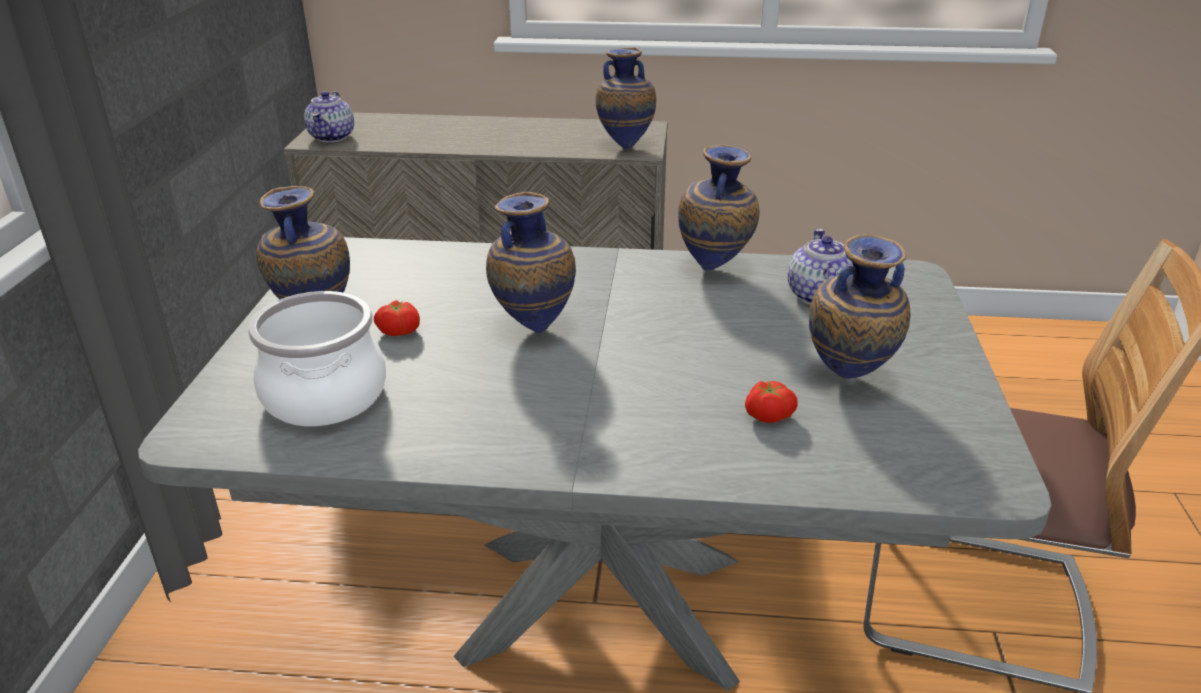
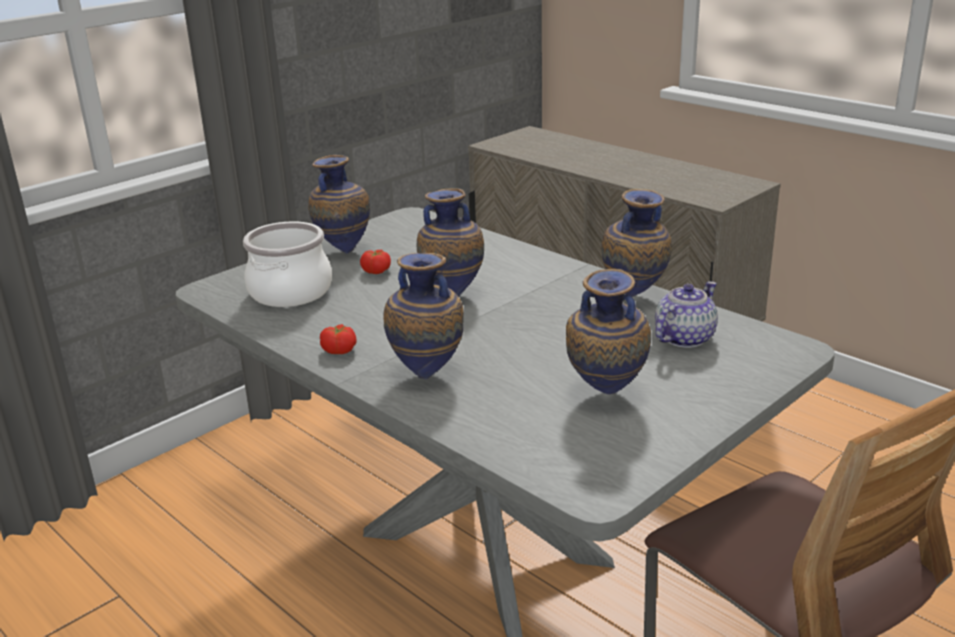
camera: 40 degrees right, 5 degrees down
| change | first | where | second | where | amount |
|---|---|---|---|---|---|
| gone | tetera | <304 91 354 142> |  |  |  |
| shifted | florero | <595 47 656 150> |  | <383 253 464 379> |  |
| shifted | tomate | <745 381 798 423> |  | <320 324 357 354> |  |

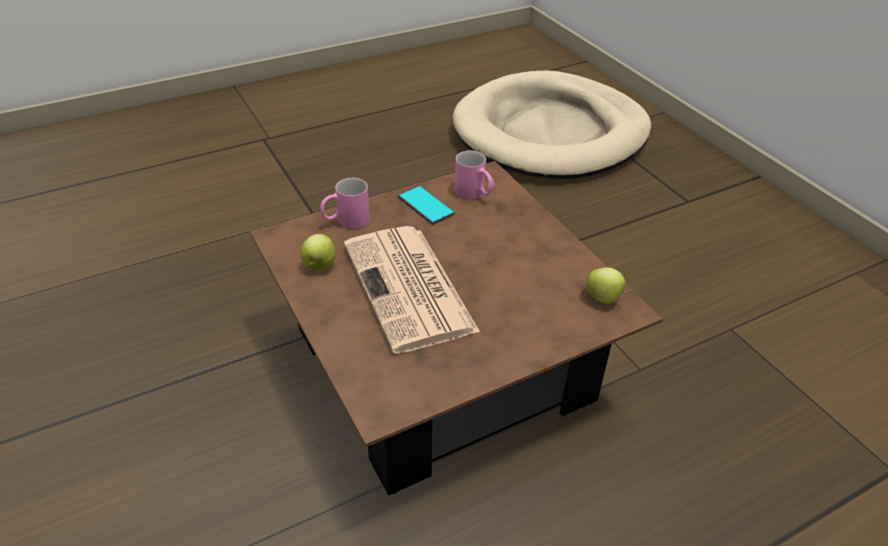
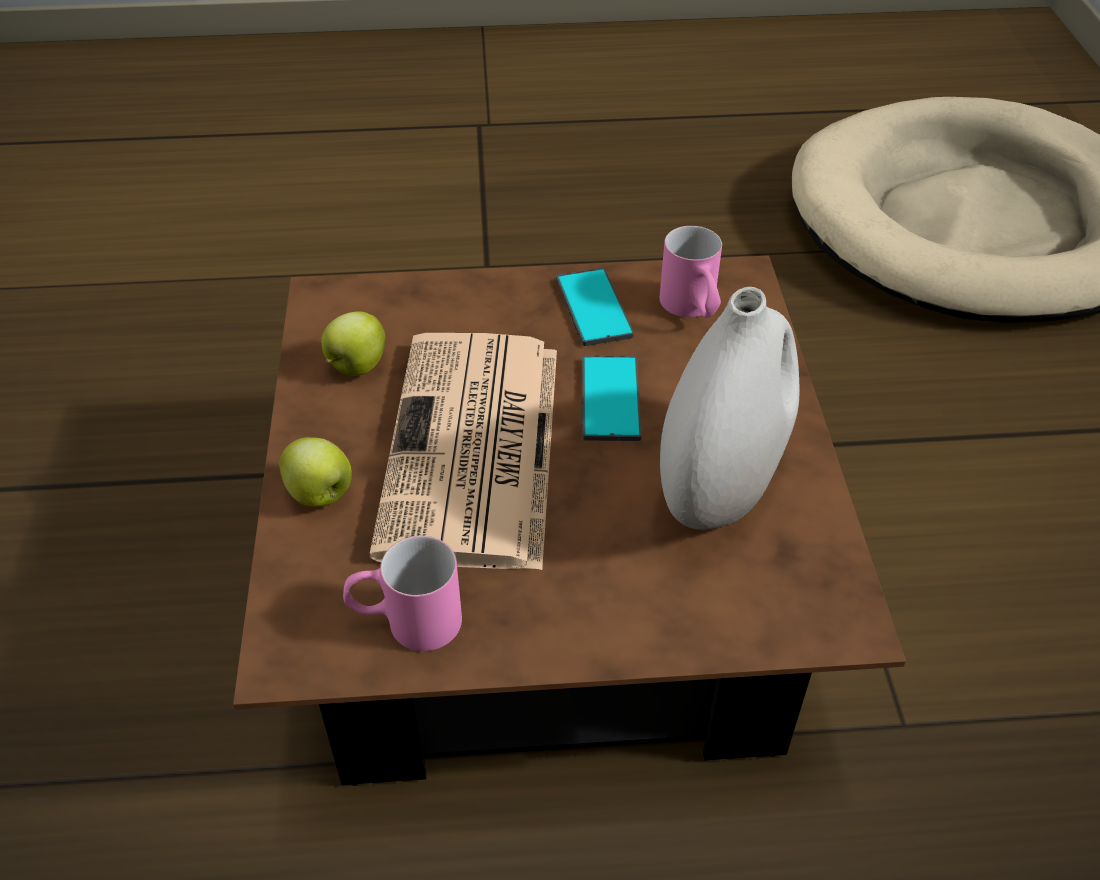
camera: 25 degrees right, 5 degrees up
| change | first | where | second | where | amount |
|---|---|---|---|---|---|
| shifted | taza grande [rosa] | <320 178 370 229> |  | <343 536 462 651> |  |
| shifted | manzana | <586 267 628 304> |  | <279 437 352 507> |  |
| new |  |  | móvil | <582 355 641 441> |  |
| new |  |  | florero [blanco] | <660 287 800 530> |  |

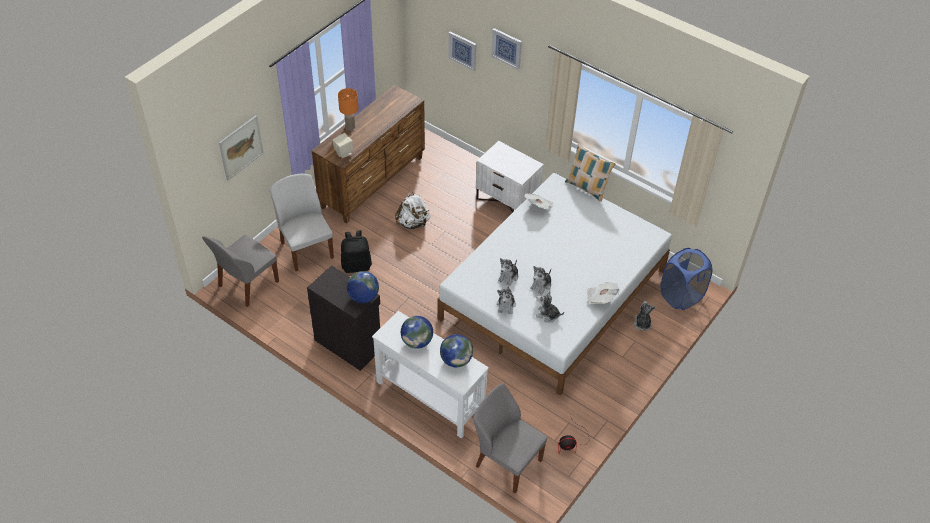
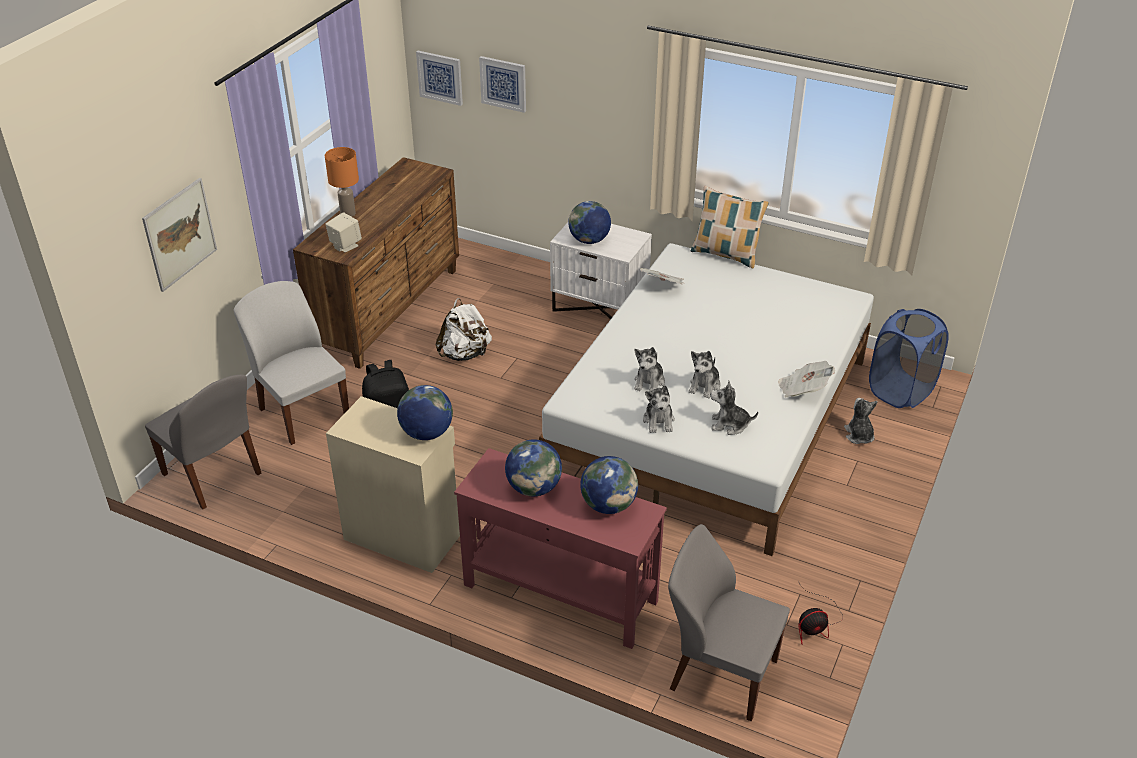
camera: 10 degrees left, 10 degrees down
| change | first | where | second | where | amount |
|---|---|---|---|---|---|
| rotated | silla [gris] | <202 234 279 307> |  | <145 375 261 509> | 75 degrees counterclockwise |
| repainted | armario [negro] | <307 265 380 371> | armario [beis] | <326 396 460 573> |  |
| repainted | mesa consola [blanco] | <372 311 489 439> | mesa consola [rojo] | <454 448 667 649> |  |
| shifted | cuadro | <491 28 522 70> |  | <416 51 463 106> |  |
| new |  |  | globo terráqueo | <568 201 611 244> |  |

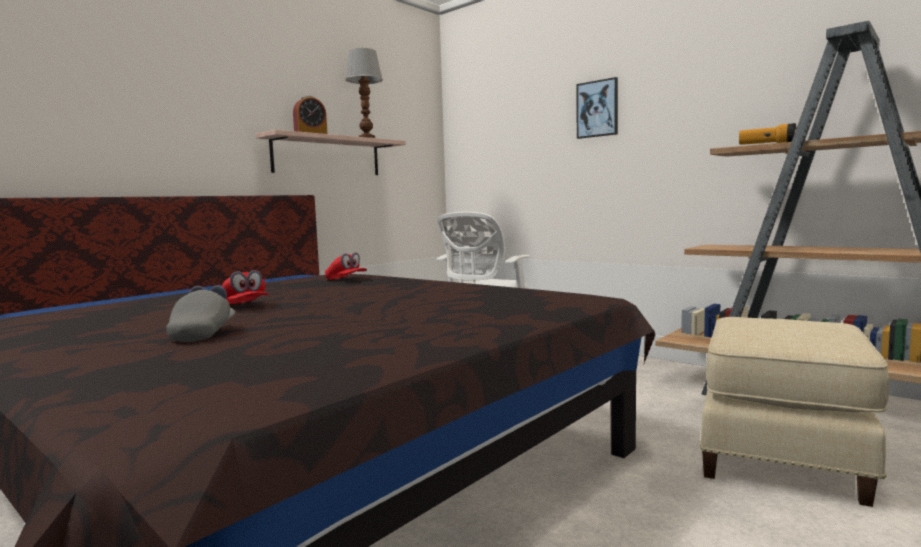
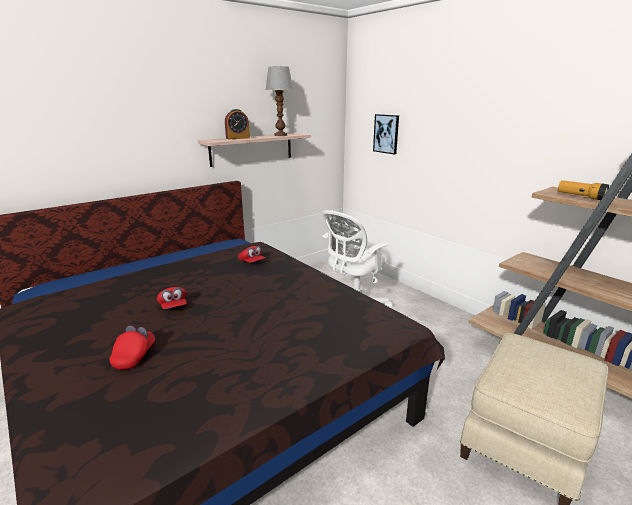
camera: 10 degrees right, 15 degrees up
| change | first | where | second | where | amount |
|---|---|---|---|---|---|
| repainted | gorra [gris] | <166 285 235 342> | gorra [rojo] | <109 326 155 370> |  |
| shifted | cuadro | <576 77 618 139> |  | <373 114 399 154> |  |

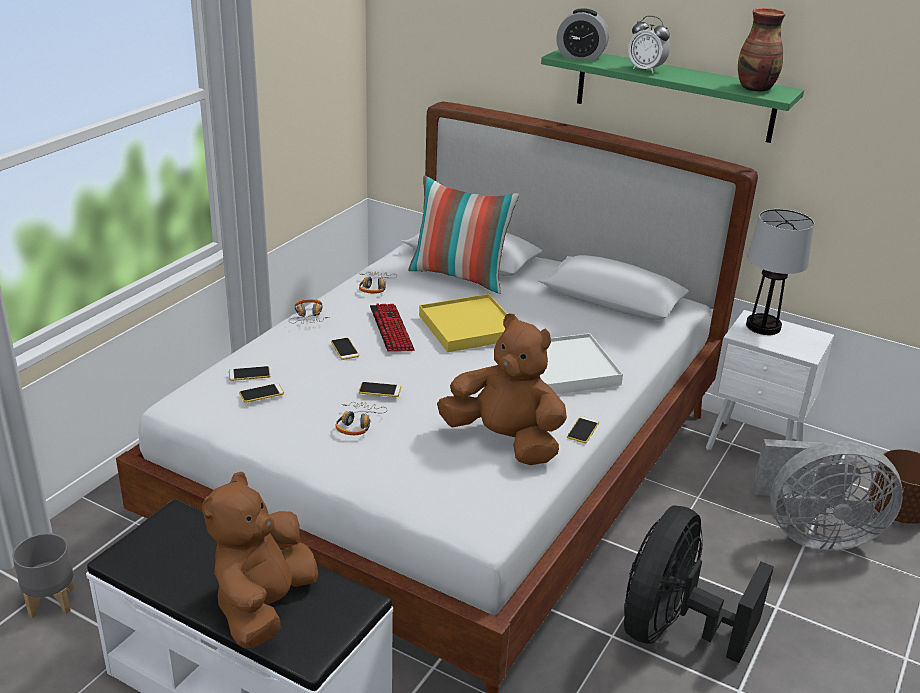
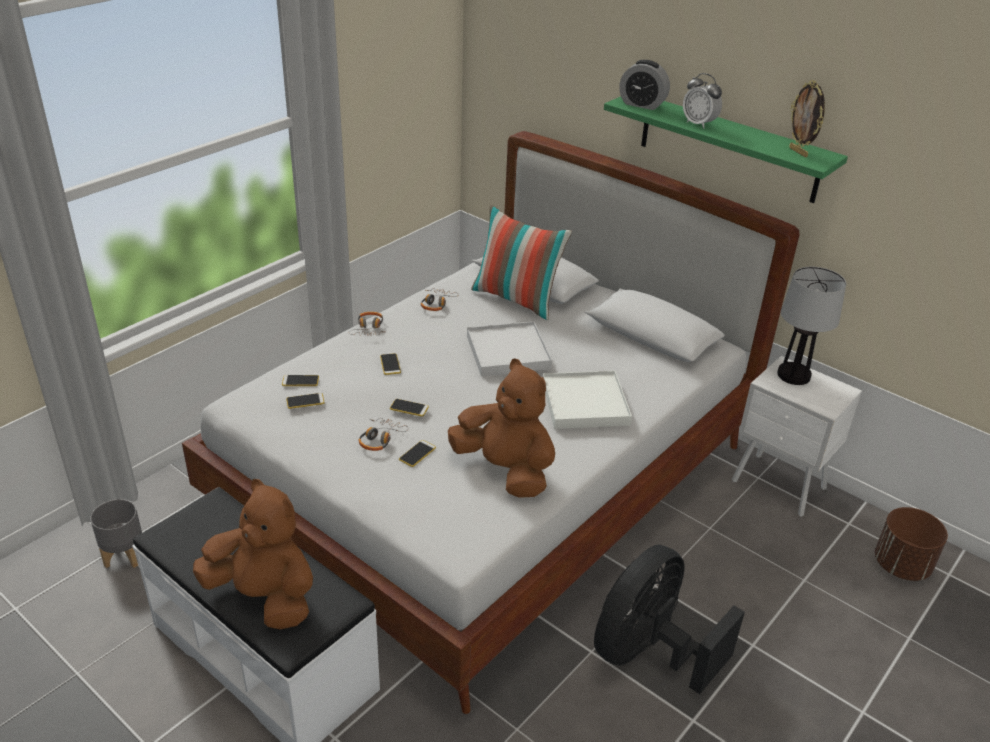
camera: 10 degrees right, 5 degrees up
| change | first | where | second | where | amount |
|---|---|---|---|---|---|
| rotated | peluche [marrón] | <202 471 318 648> |  | <193 479 313 629> | 90 degrees clockwise |
| gone | teclado | <370 304 415 351> |  |  |  |
| repainted | bandeja [amarillo] | <419 294 507 352> | bandeja [blanco] | <467 321 552 376> |  |
| shifted | móvil | <567 416 599 443> |  | <399 440 436 467> |  |
| swapped | florero | <738 8 786 91> | portarretratos | <789 80 825 157> |  |
| gone | ventilador [gris] | <752 439 903 551> |  |  |  |

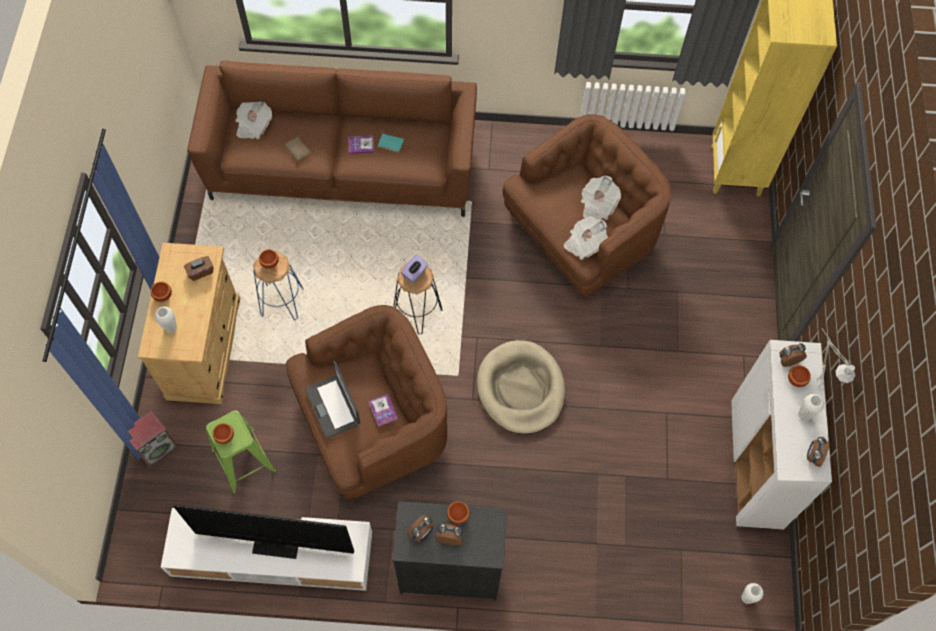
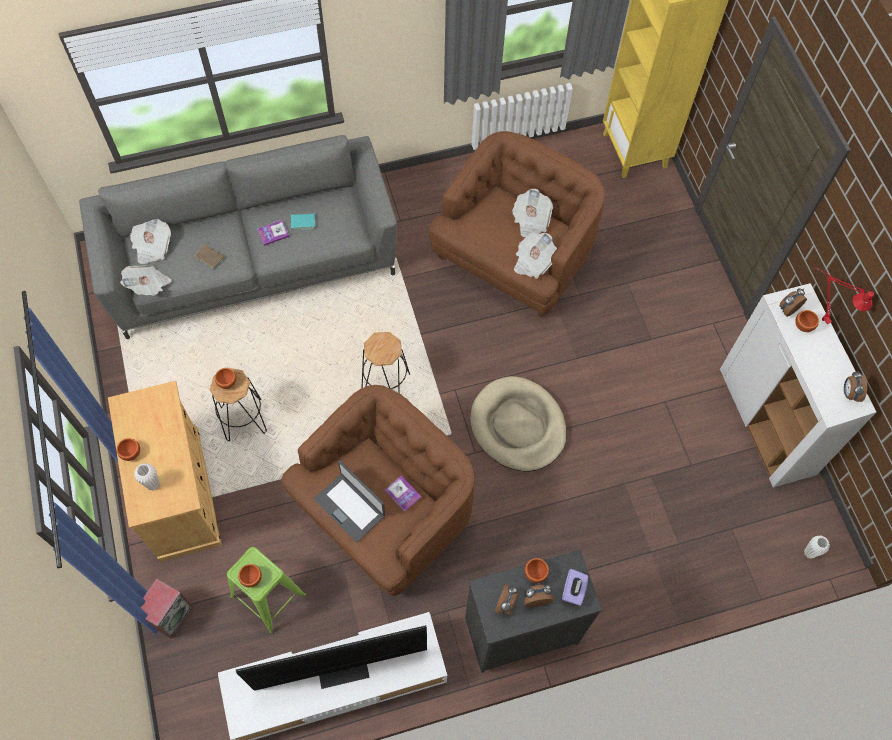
camera: 20 degrees left, 0 degrees up
| change | first | where | second | where | amount |
|---|---|---|---|---|---|
| gone | caja de pañuelos [marrón] | <184 256 214 281> |  |  |  |
| repainted | sofá [marrón] | <187 60 477 217> | sofá [gris] | <79 135 397 339> |  |
| repainted | taburete [azul] | <253 251 304 320> | taburete [negro] | <210 368 267 441> |  |
| shifted | caja de pañuelos [morado] | <401 254 428 283> |  | <562 569 588 606> |  |
| gone | florero [blanco] | <798 394 824 421> |  |  |  |
| repainted | lámpara de mesa [gris] | <817 328 856 386> | lámpara de mesa [rojo] | <814 267 874 324> |  |
| new |  |  | periódico | <120 265 171 296> |  |

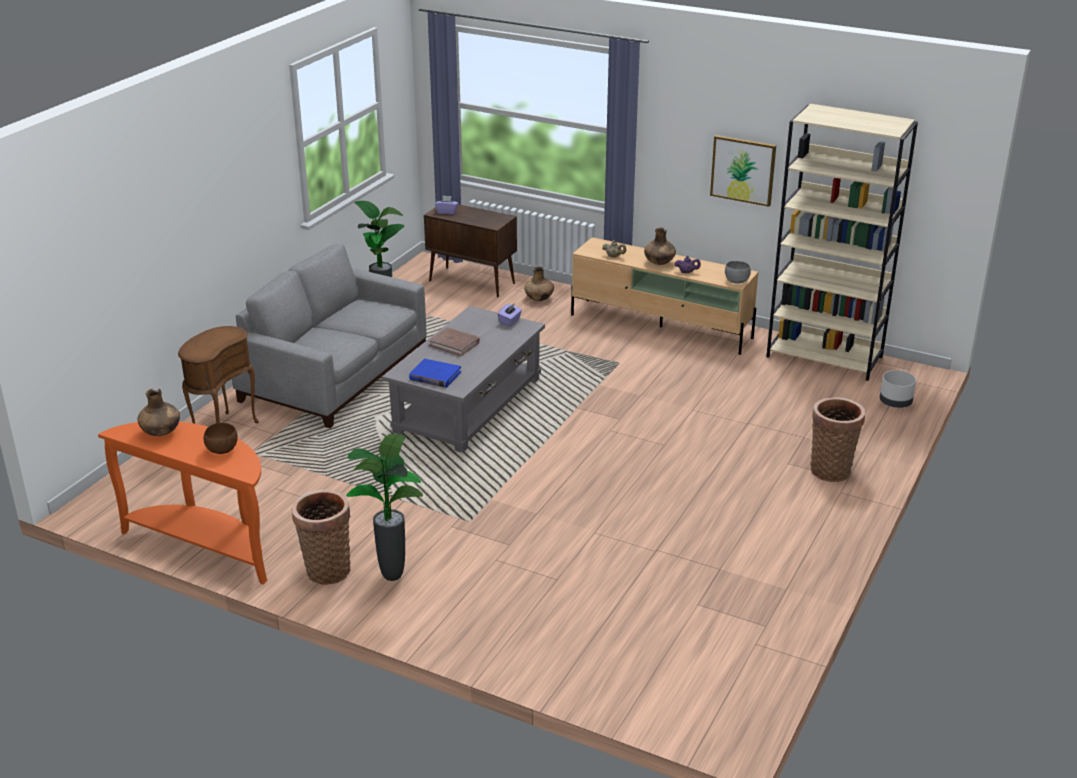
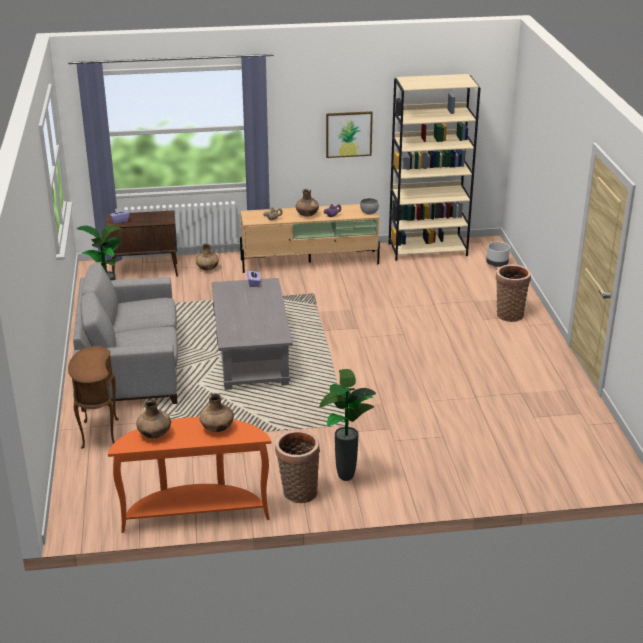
camera: 35 degrees left, 0 degrees up
| change | first | where | second | where | amount |
|---|---|---|---|---|---|
| swapped | cuenco [marrón] | <204 423 238 454> | florero [marrón] | <199 393 234 432> |  |
| gone | libro [azul] | <409 359 461 388> |  |  |  |
| gone | libro [marrón] | <429 327 480 356> |  |  |  |

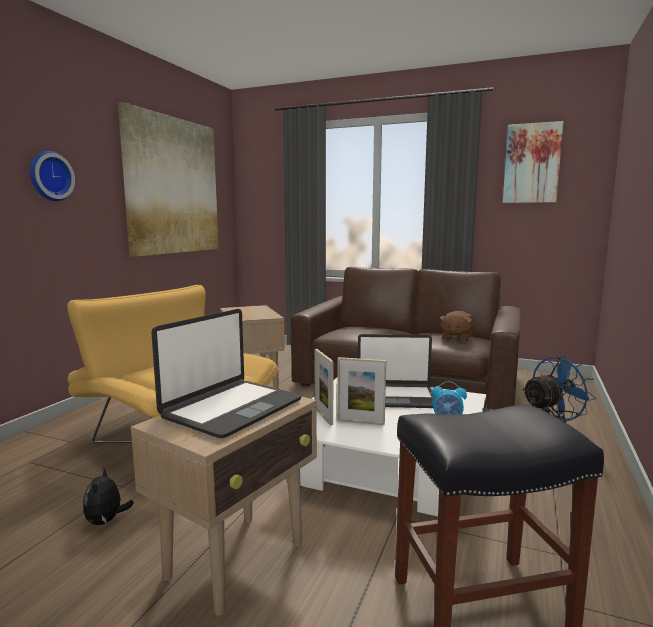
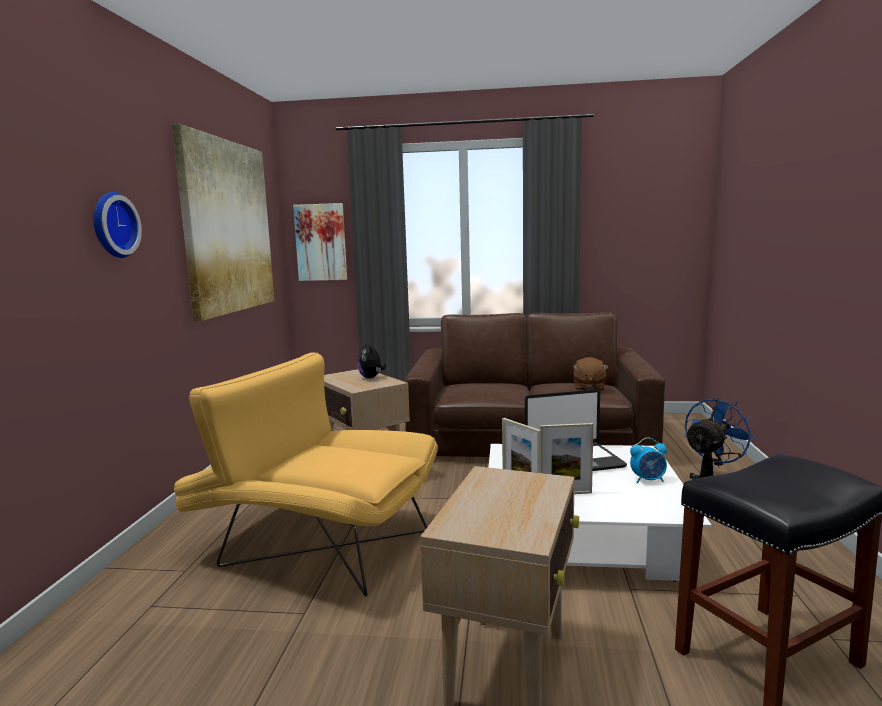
camera: 15 degrees left, 0 degrees up
| change | first | where | second | where | amount |
|---|---|---|---|---|---|
| shifted | peluche | <83 467 134 525> |  | <357 342 386 378> |  |
| gone | portátil | <151 309 302 438> |  |  |  |
| shifted | cuadro | <503 121 564 203> |  | <293 203 347 281> |  |

